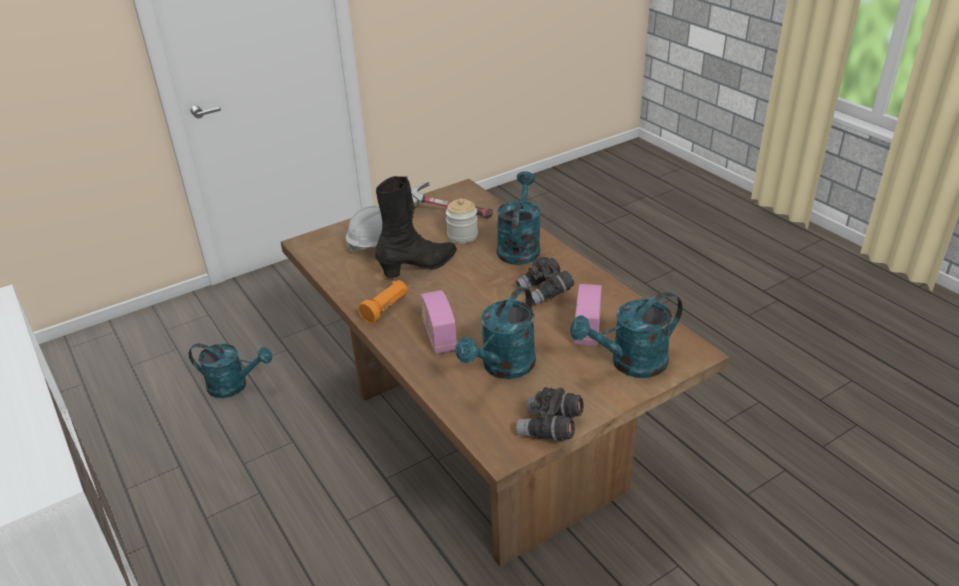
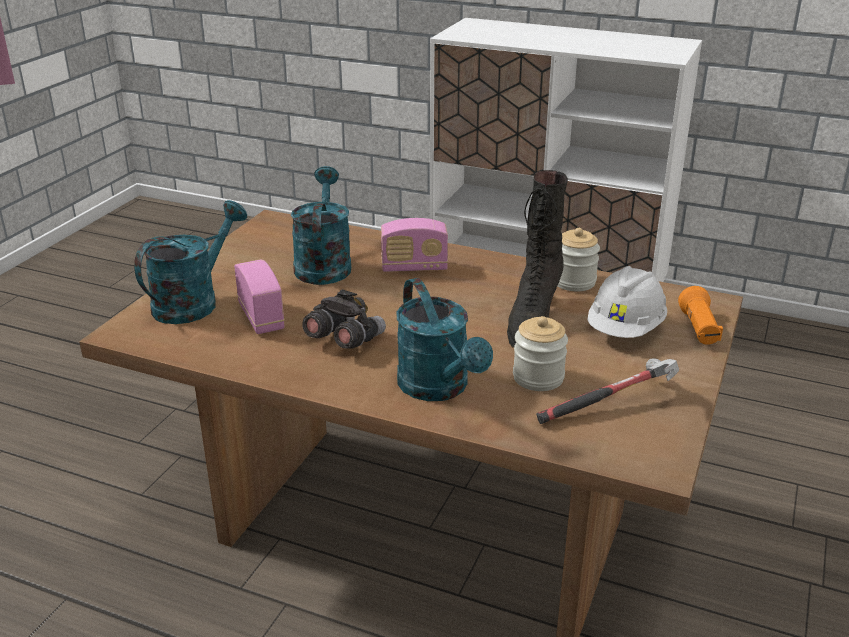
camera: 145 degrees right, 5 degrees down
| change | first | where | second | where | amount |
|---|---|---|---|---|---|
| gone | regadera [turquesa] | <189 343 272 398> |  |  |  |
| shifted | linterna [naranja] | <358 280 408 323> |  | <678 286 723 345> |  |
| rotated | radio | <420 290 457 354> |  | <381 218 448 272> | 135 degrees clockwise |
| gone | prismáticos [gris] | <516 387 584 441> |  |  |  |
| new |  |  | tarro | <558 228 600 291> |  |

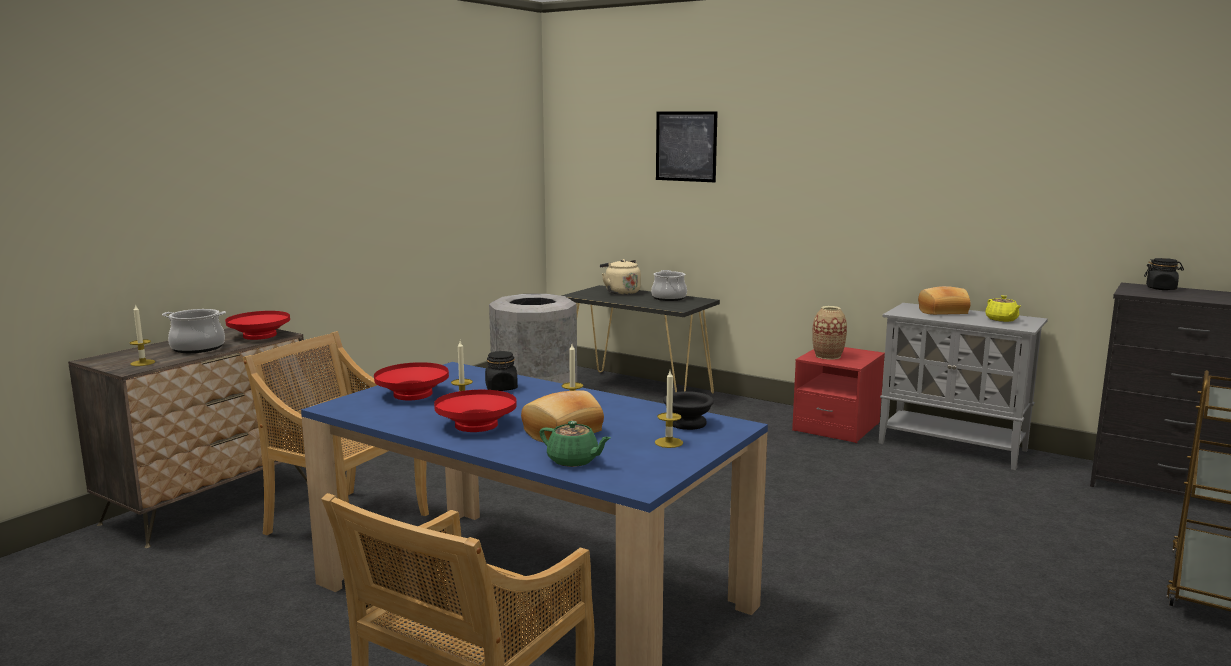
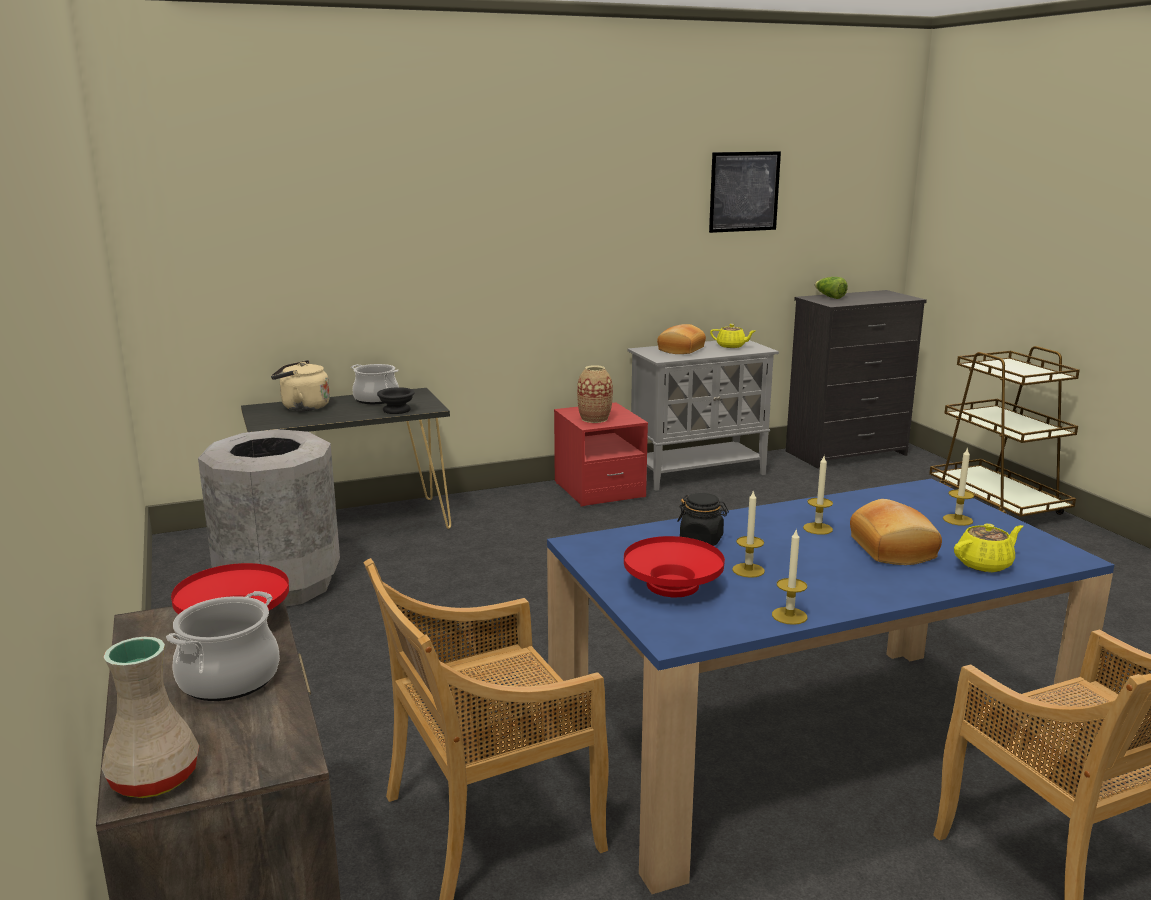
camera: 55 degrees left, 5 degrees up
| change | first | where | second | where | amount |
|---|---|---|---|---|---|
| shifted | vela | <130 304 155 366> |  | <772 530 807 625> |  |
| gone | cuenco [rojo] | <434 390 516 432> |  |  |  |
| repainted | tetera [verde] | <539 421 611 467> | tetera [amarillo] | <954 523 1023 572> |  |
| shifted | cuadro | <656 111 718 182> |  | <709 151 781 233> |  |
| shifted | cuenco [negro] | <663 391 714 430> |  | <377 387 415 414> |  |
| swapped | tarro [negro] | <1144 258 1184 290> | lechuga | <815 277 848 299> |  |
| new |  |  | florero [beis] | <102 637 199 798> |  |

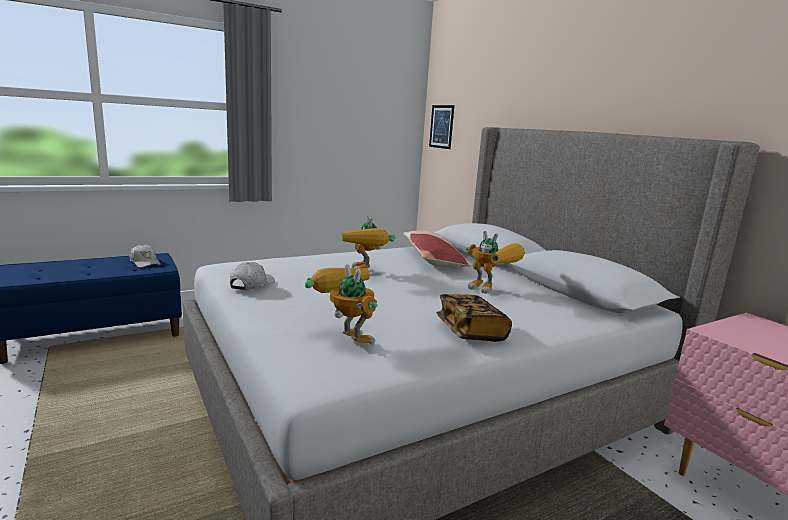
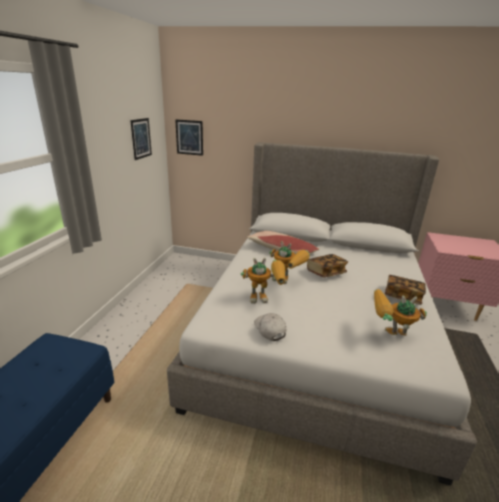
camera: 45 degrees left, 10 degrees up
| change | first | where | second | where | amount |
|---|---|---|---|---|---|
| gone | gorra [blanco] | <130 244 161 268> |  |  |  |
| shifted | robot de juguete | <466 231 525 294> |  | <241 258 285 304> |  |
| new |  |  | cuadro | <130 118 152 160> |  |
| new |  |  | libro | <307 254 348 277> |  |

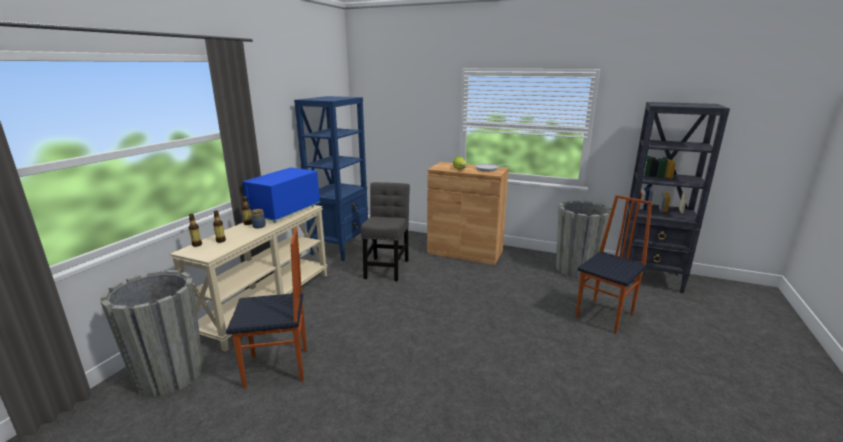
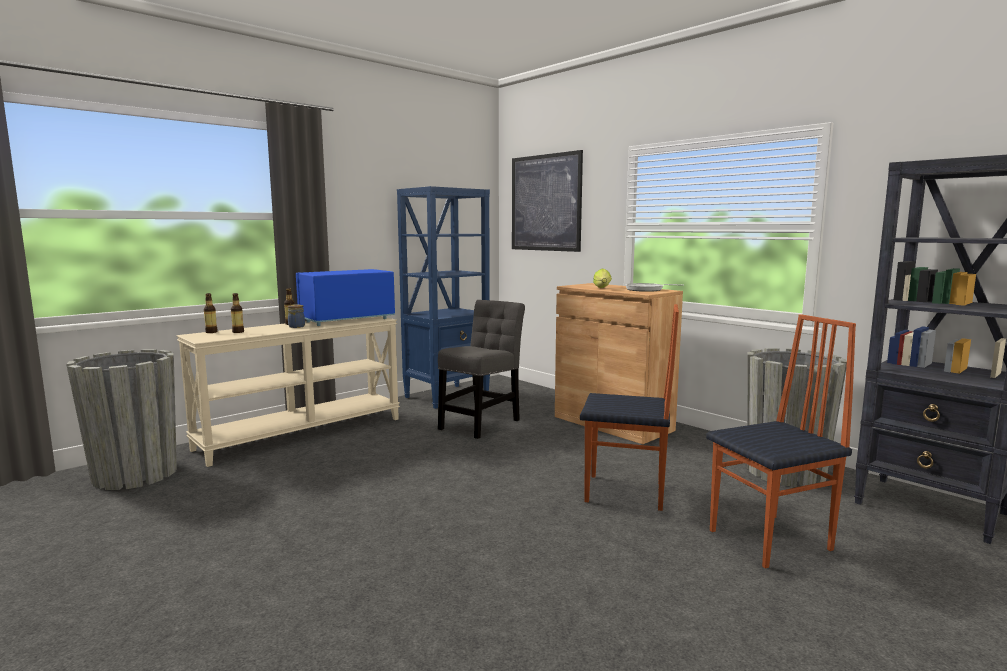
camera: 25 degrees right, 10 degrees down
| change | first | where | second | where | amount |
|---|---|---|---|---|---|
| shifted | silla | <226 227 307 389> |  | <580 304 679 511> |  |
| new |  |  | cuadro | <512 150 583 252> |  |

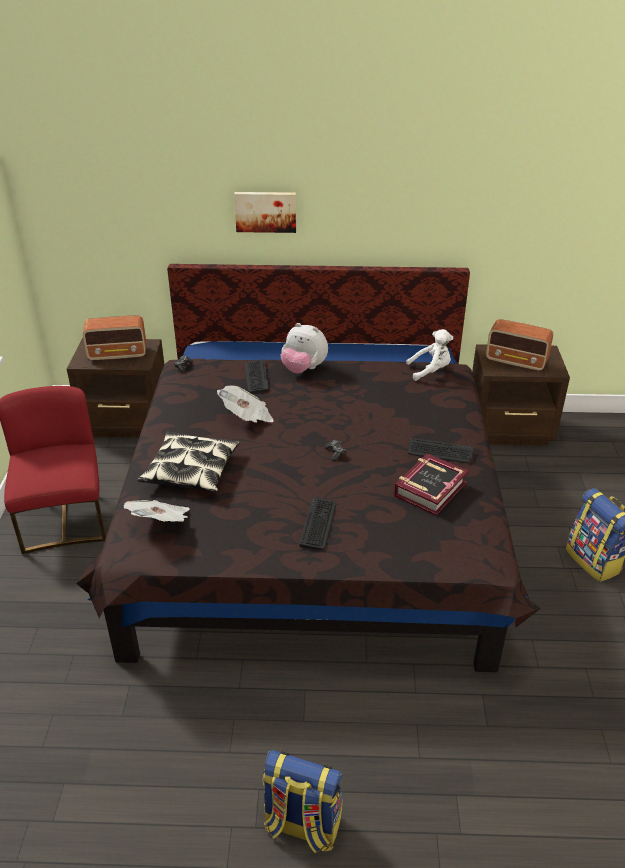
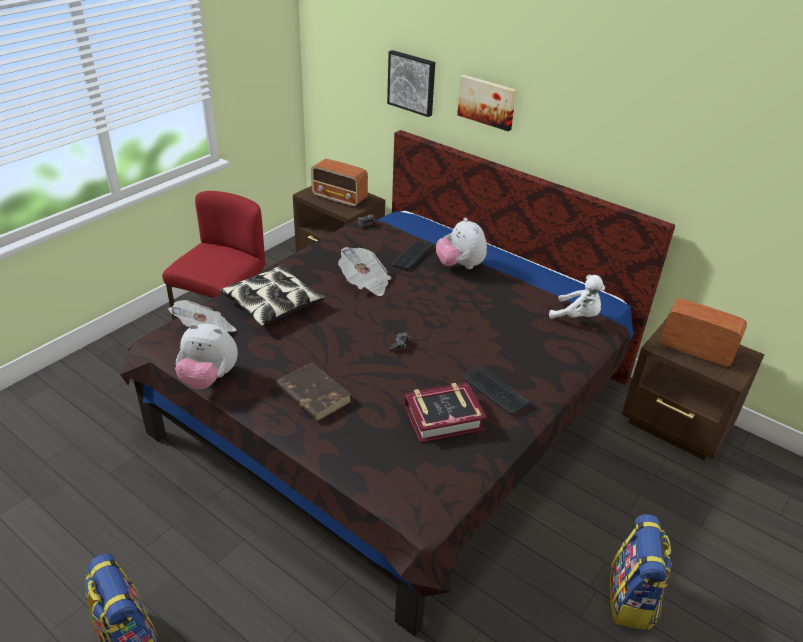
camera: 35 degrees right, 0 degrees up
| change | first | where | second | where | amount |
|---|---|---|---|---|---|
| swapped | teclado | <299 497 336 550> | libro [marrón] | <276 362 352 421> |  |
| rotated | radio | <486 319 553 371> |  | <661 299 747 366> | 150 degrees clockwise |
| new |  |  | peluche | <175 324 238 389> |  |
| new |  |  | cuadro | <387 50 435 117> |  |

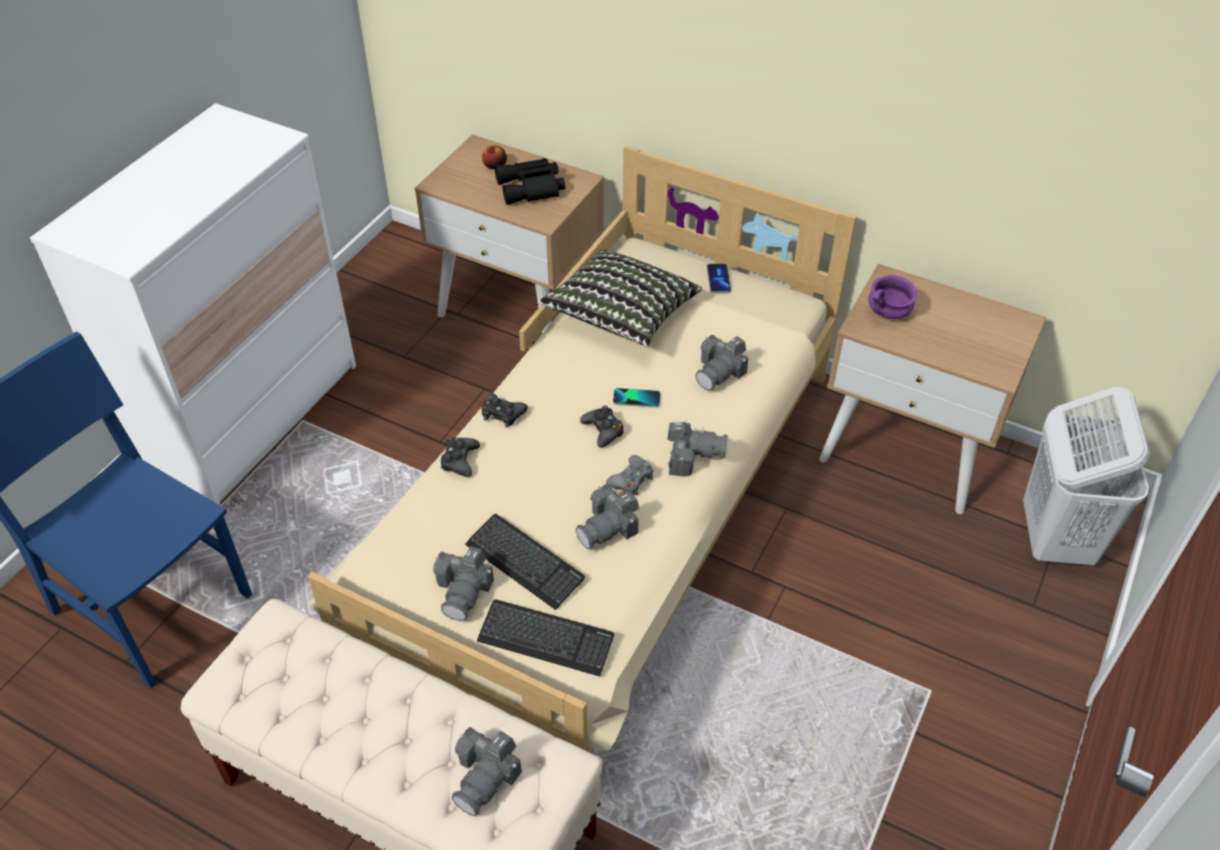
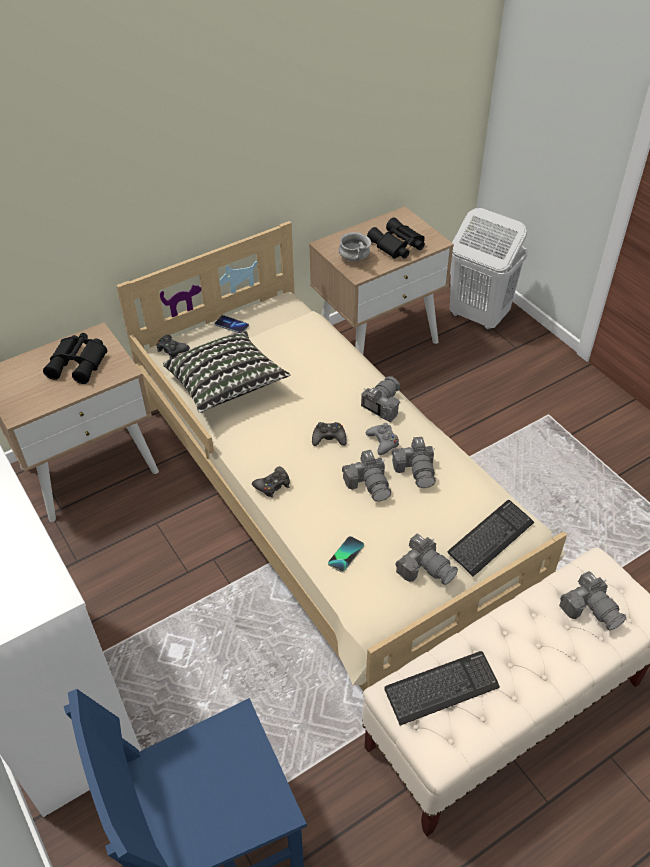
camera: 60 degrees left, 0 degrees up
| change | first | where | second | where | amount |
|---|---|---|---|---|---|
| shifted | mando de consola [negro] | <441 437 480 477> |  | <156 335 190 359> |  |
| shifted | teclado | <465 514 585 610> |  | <384 651 500 725> |  |
| gone | manzana | <482 145 507 169> |  |  |  |
| shifted | móvil | <613 388 661 408> |  | <328 536 364 572> |  |
| shifted | cámara | <696 335 748 390> |  | <342 450 391 501> |  |
| repainted | cuenco [morado] | <868 275 917 319> | cuenco [gris] | <339 232 371 262> |  |
| new |  |  | prismáticos [negro] | <367 217 425 259> |  |

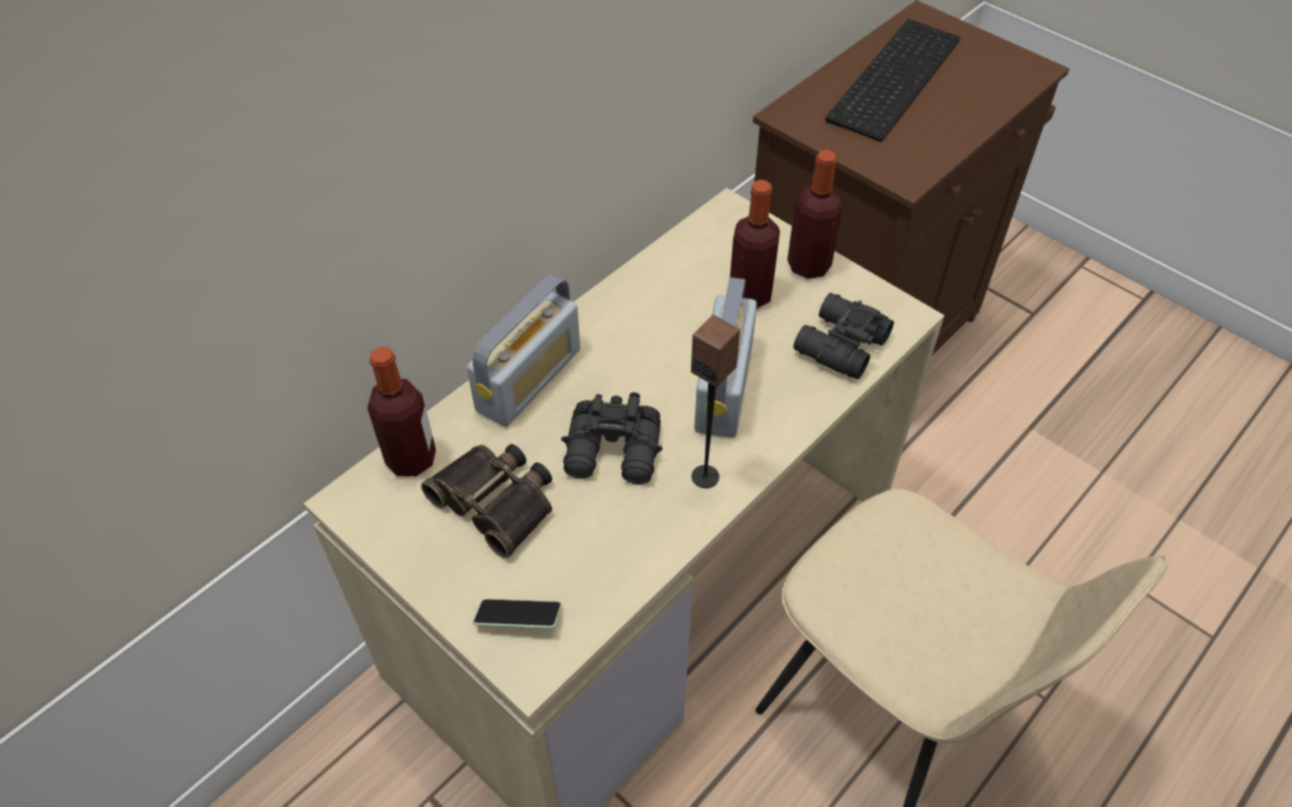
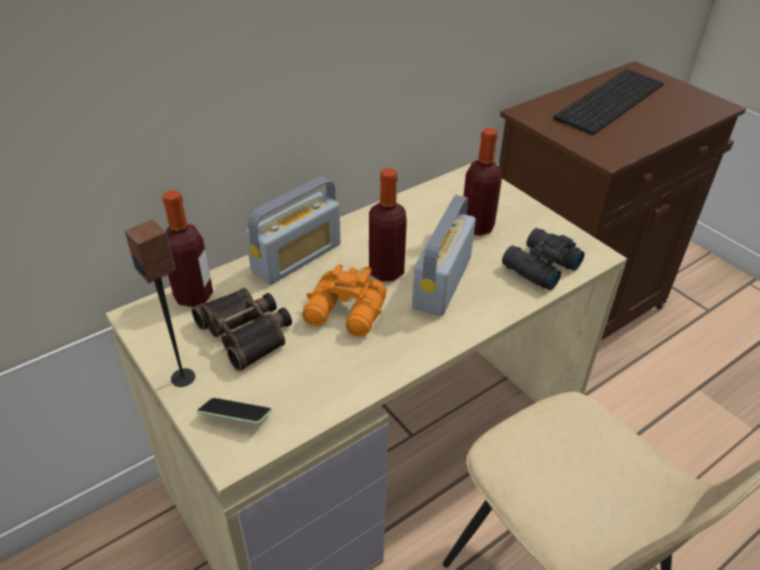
camera: 10 degrees right, 10 degrees down
| change | first | where | second | where | amount |
|---|---|---|---|---|---|
| repainted | prismáticos [negro] | <561 392 663 484> | prismáticos [naranja] | <302 264 387 337> |  |
| shifted | altavoz | <691 315 740 488> |  | <125 220 195 387> |  |
| shifted | botella | <787 150 843 279> |  | <369 168 407 281> |  |

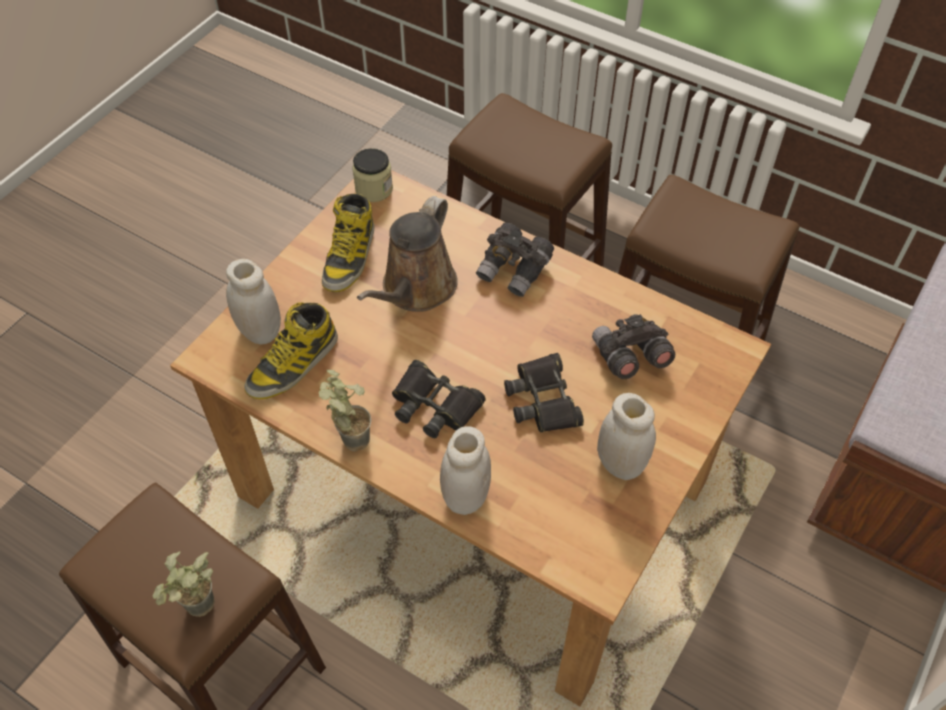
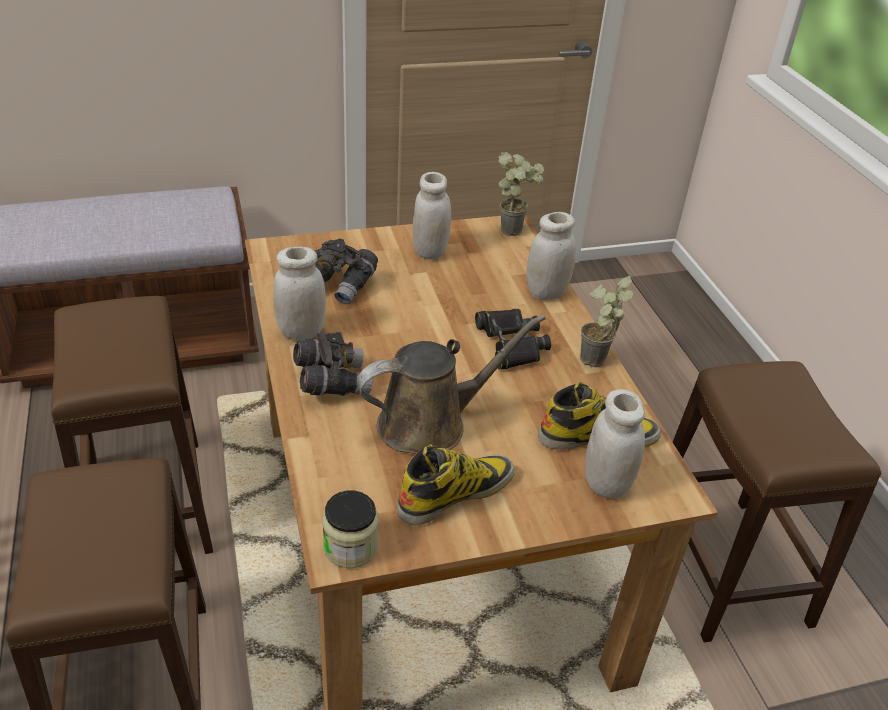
camera: 140 degrees left, 15 degrees down
| change | first | where | second | where | amount |
|---|---|---|---|---|---|
| shifted | planta en maceta | <153 551 215 617> |  | <498 152 544 236> |  |
| gone | prismáticos [negro] | <504 353 584 432> |  |  |  |
| new |  |  | tarro [blanco] | <273 247 326 340> |  |

